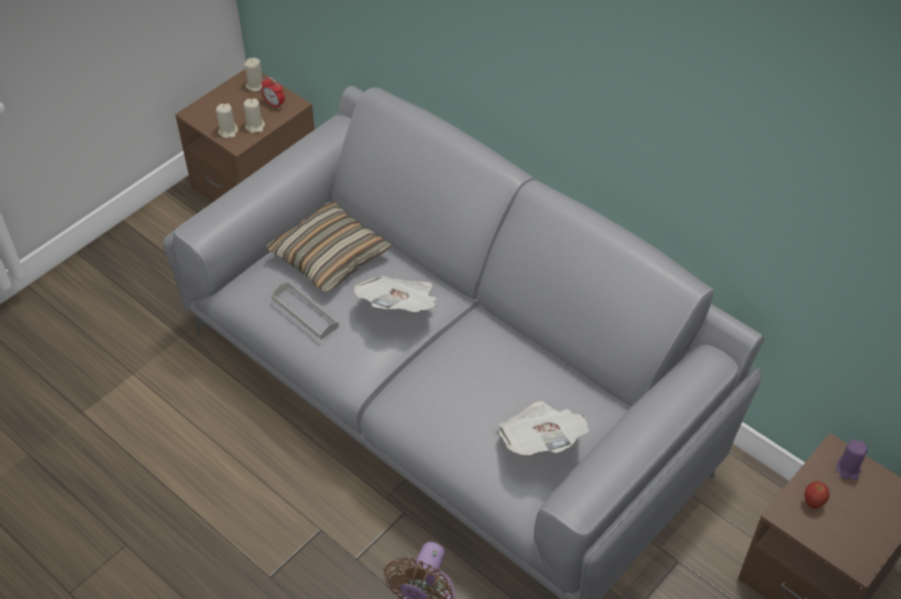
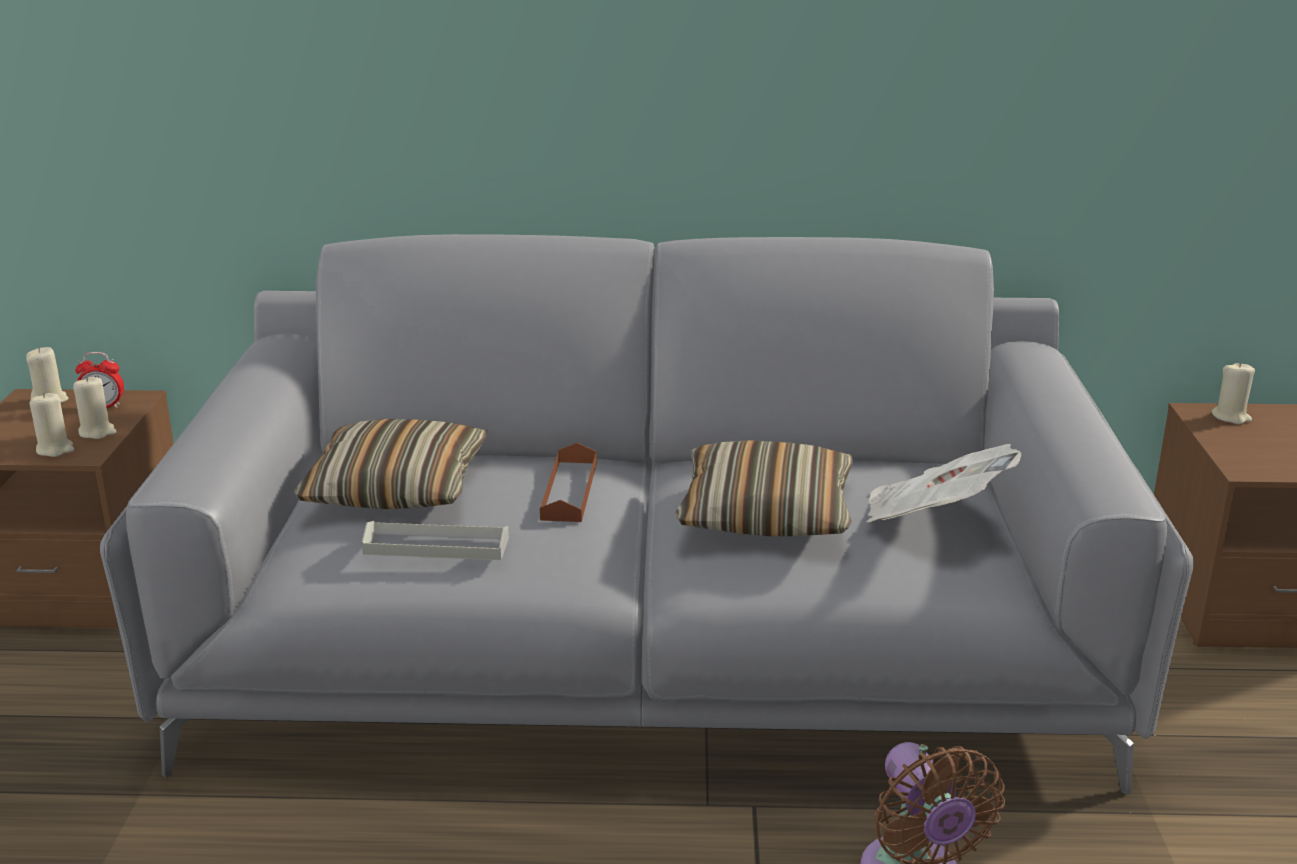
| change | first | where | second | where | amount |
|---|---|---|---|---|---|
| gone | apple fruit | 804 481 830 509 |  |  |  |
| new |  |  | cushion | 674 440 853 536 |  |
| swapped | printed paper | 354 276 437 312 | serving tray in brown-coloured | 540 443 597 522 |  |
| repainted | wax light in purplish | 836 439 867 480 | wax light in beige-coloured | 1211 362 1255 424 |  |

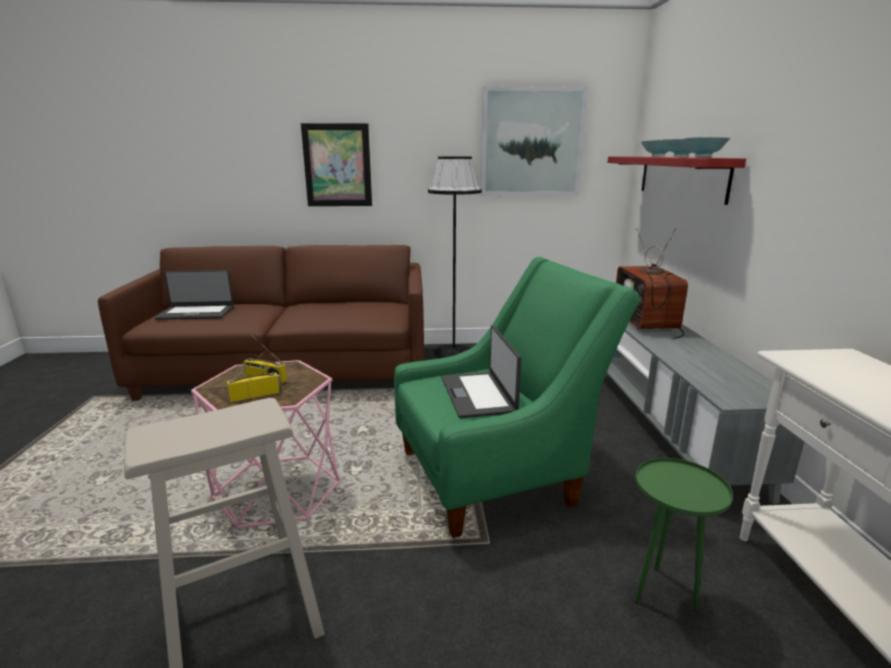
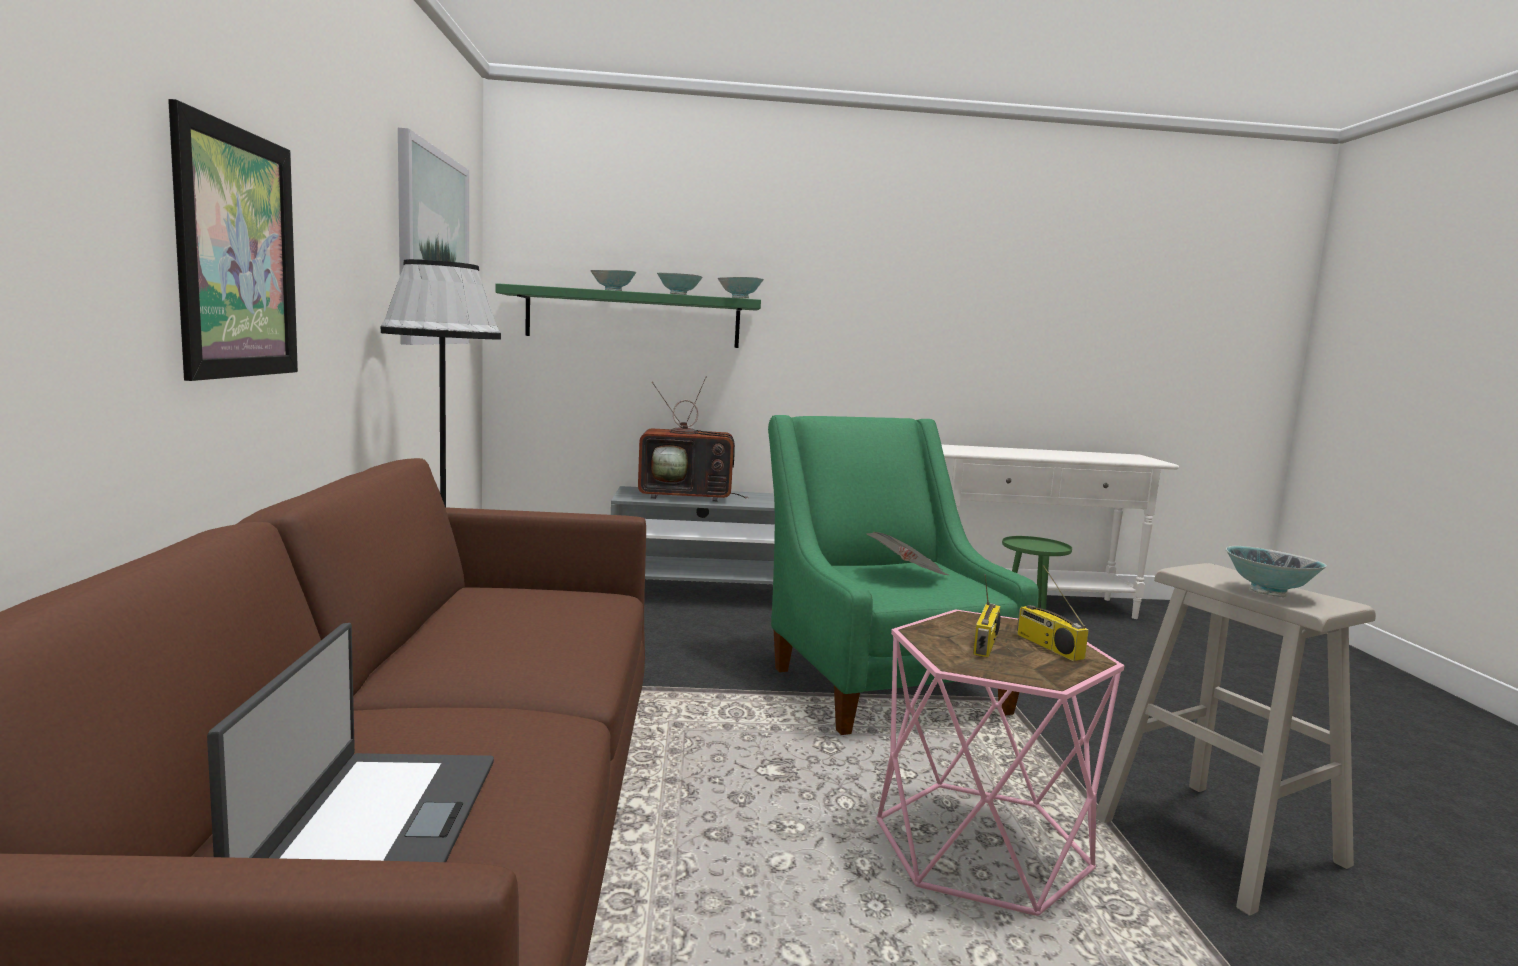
| change | first | where | second | where | amount |
|---|---|---|---|---|---|
| new |  |  | bowl | 1226 546 1327 597 |  |
| swapped | laptop | 441 325 522 419 | printed paper | 867 532 948 575 |  |
| repainted | wall shelf in red | 607 157 746 205 | wall shelf in green | 496 283 761 348 |  |

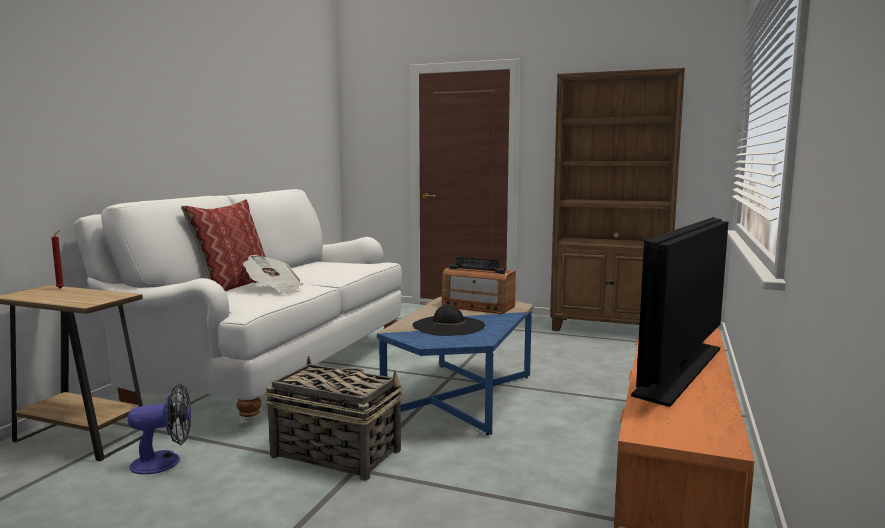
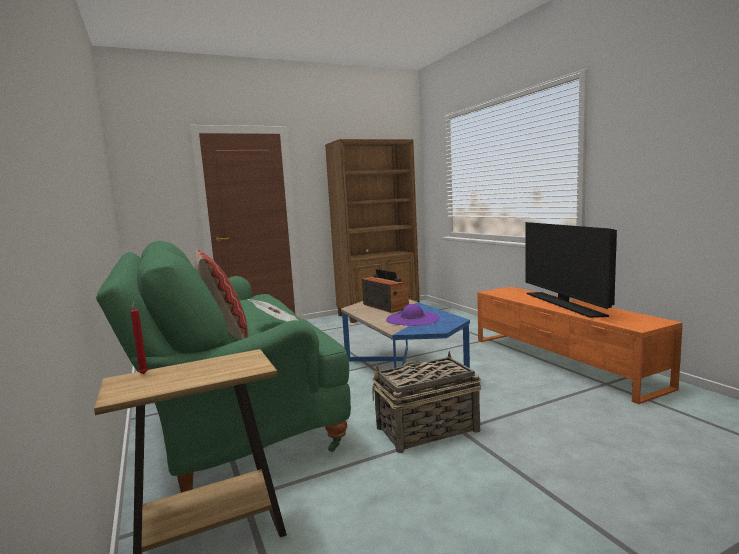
| change | first | where | second | where | amount |
|---|---|---|---|---|---|
| gone | cooling fan | 127 383 191 474 |  |  |  |
| repainted | couch in white-coloured | 73 189 402 430 | couch in green | 96 241 351 493 |  |
| repainted | clothing hat in black | 412 305 485 336 | clothing hat in purplish | 386 304 439 326 |  |
| rotated | radio | 442 257 516 314 |  | 362 269 409 313 | 105 degrees counterclockwise |

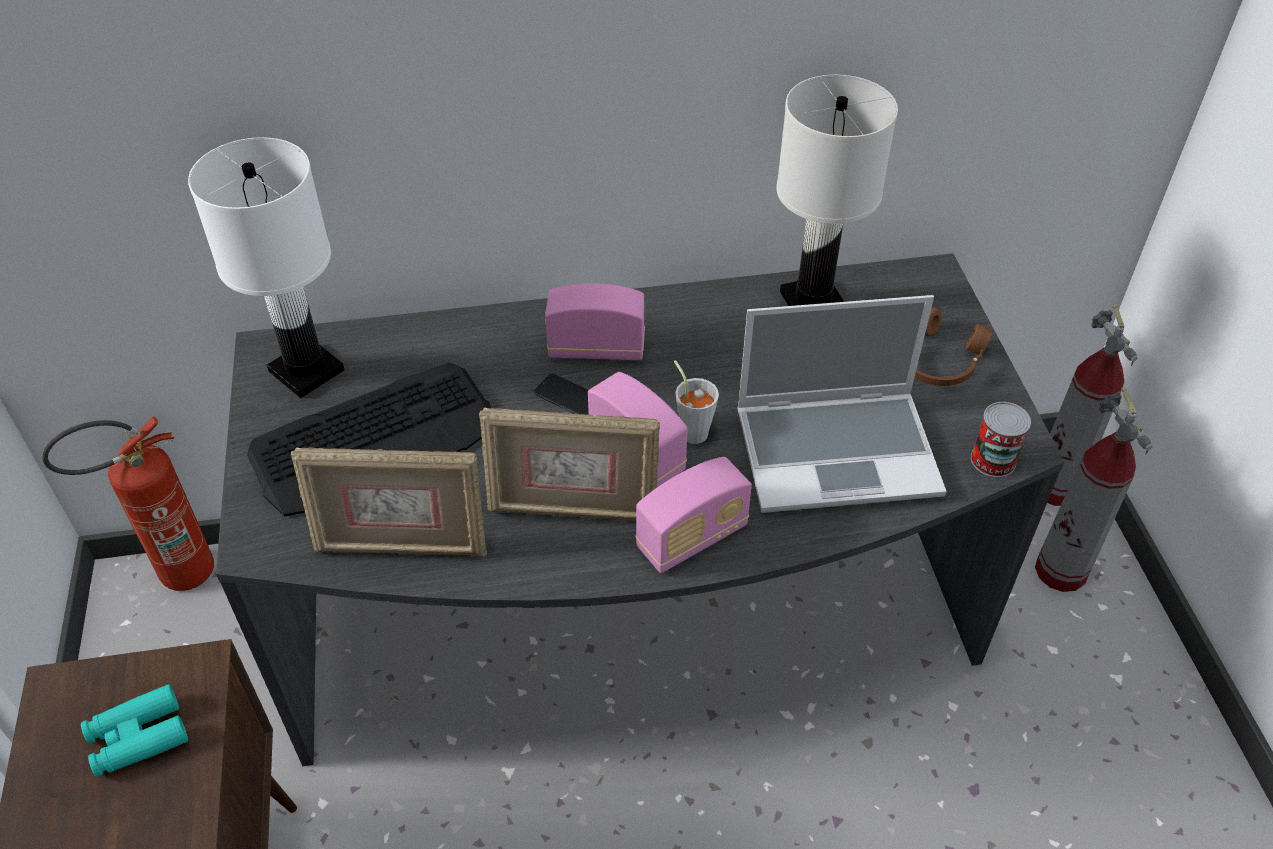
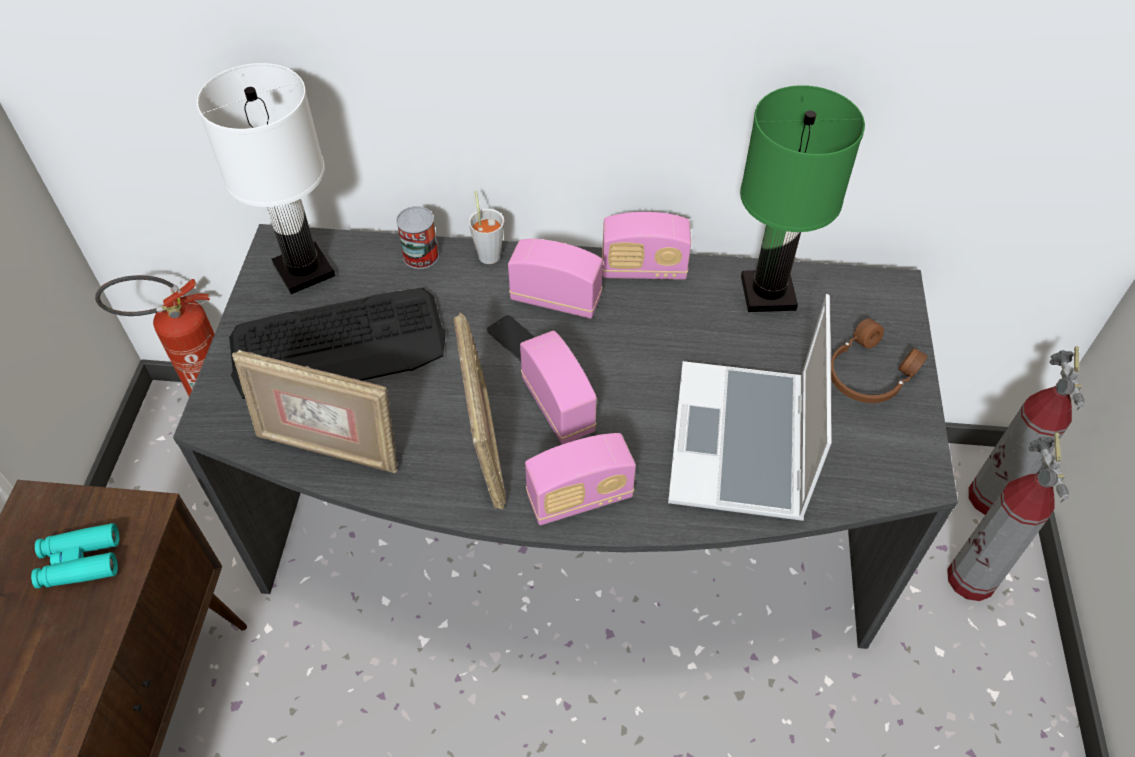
| change | first | where | second | where | amount |
|---|---|---|---|---|---|
| new |  |  | radio | 602 212 691 280 |  |
| shifted | drinking cup in gray | 674 360 719 444 |  | 469 191 504 264 |  |
| shifted | sealed can | 971 402 1031 477 |  | 396 206 439 269 |  |
| repainted | table lamp in white-coloured | 776 75 898 306 | table lamp in green | 740 85 865 312 |  |
| rotated | standing frame | 479 407 660 521 |  | 454 312 506 510 | 120 degrees counterclockwise |
| rotated | laptop | 737 295 947 513 |  | 668 294 832 521 | 90 degrees clockwise |

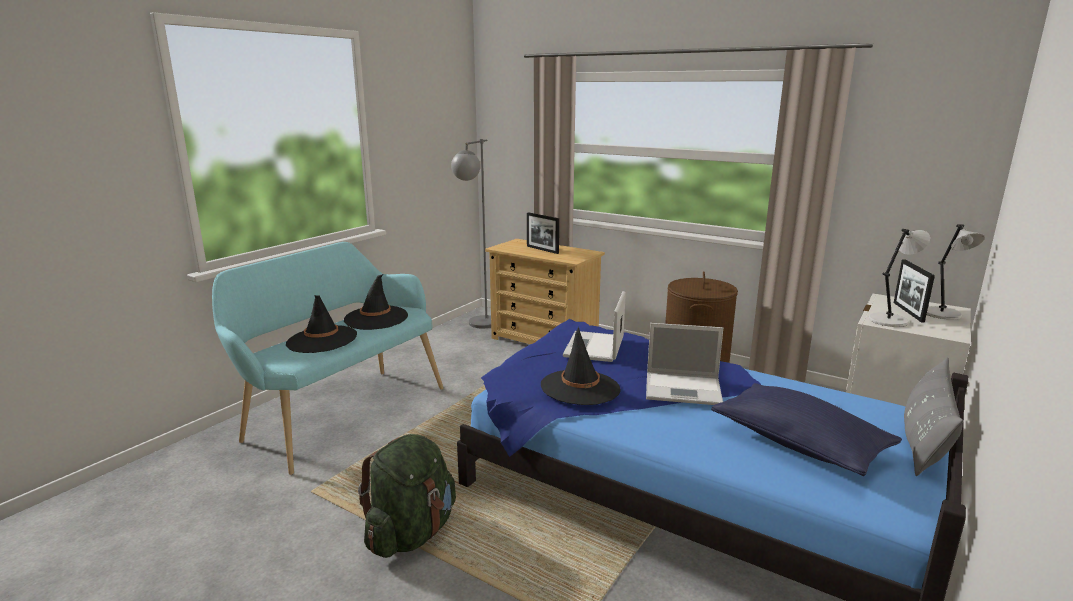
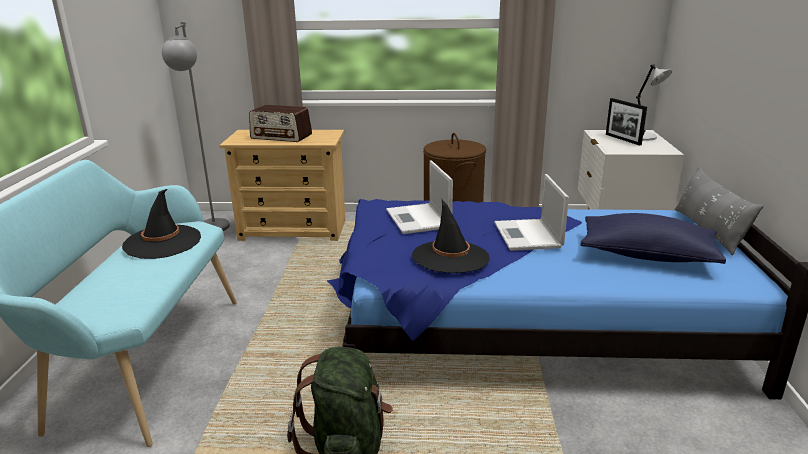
| change | first | where | second | where | amount |
|---|---|---|---|---|---|
| gone | clothing hat in black | 286 295 357 353 |  |  |  |
| gone | table lamp in gray | 869 229 930 327 |  |  |  |
| swapped | standing frame | 527 212 559 254 | radio | 249 105 312 142 |  |
| rotated | laptop | 646 323 723 405 |  | 494 174 569 251 | 105 degrees clockwise |

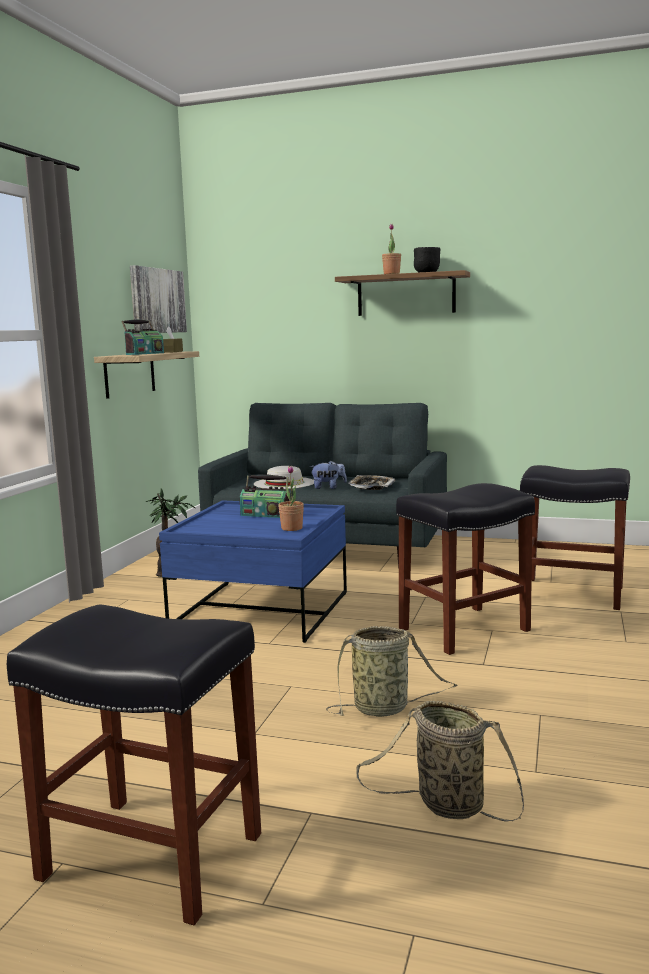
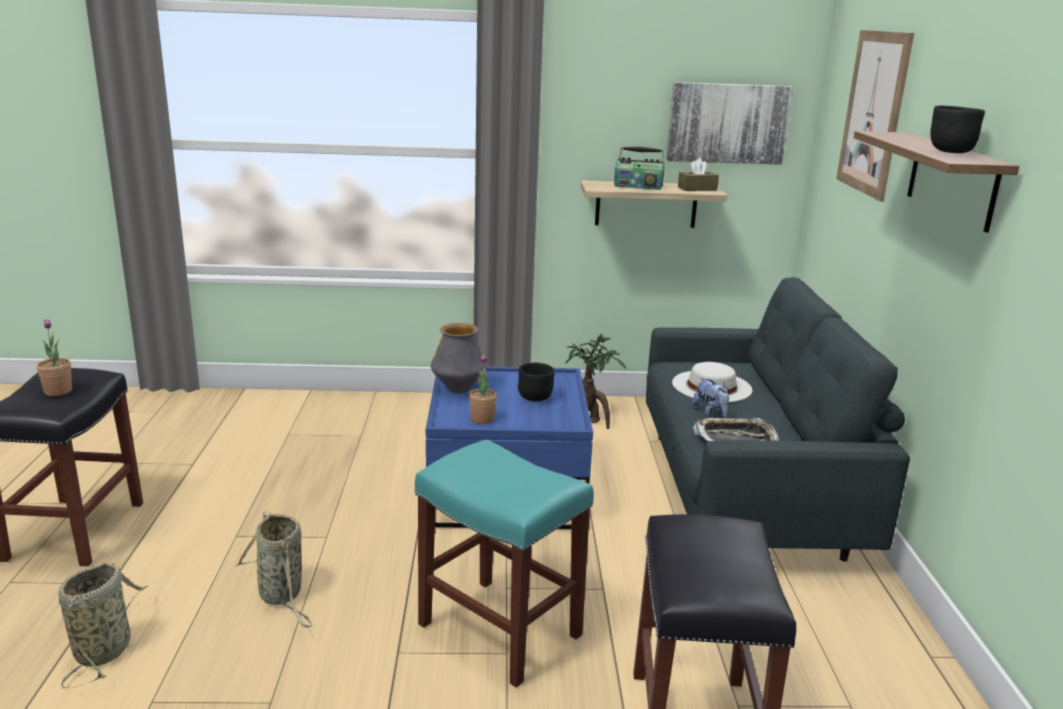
| change | first | where | second | where | amount |
|---|---|---|---|---|---|
| new |  |  | vase | 431 323 486 394 |  |
| new |  |  | picture | 836 30 914 201 |  |
| shifted | houseplant | 382 224 401 274 |  | 36 319 72 396 |  |
| swapped | radio | 239 475 289 518 | bowl in black | 518 362 555 401 |  |
| repainted | stool in black | 396 483 535 655 | stool in blue-green | 415 439 594 688 |  |

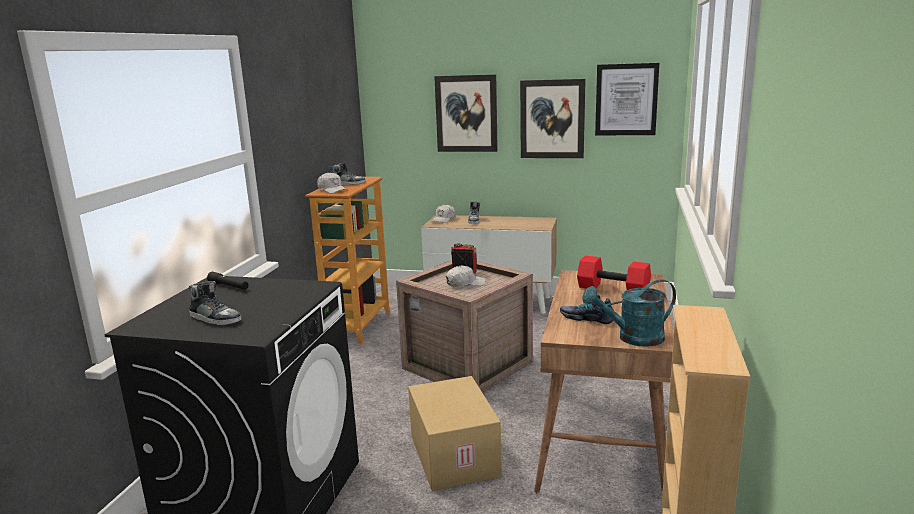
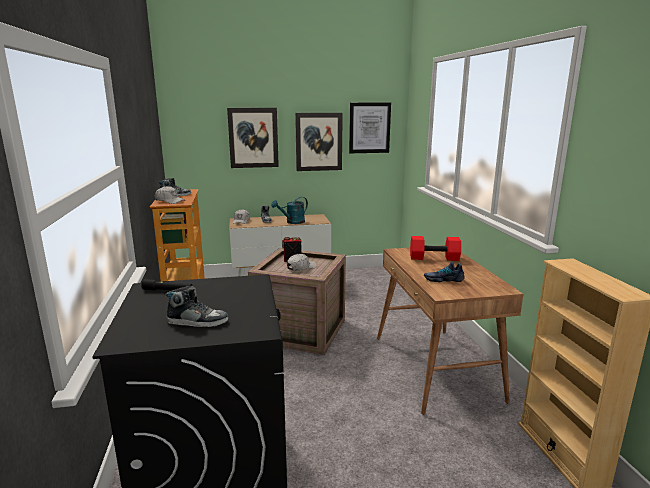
| change | first | where | second | where | amount |
|---|---|---|---|---|---|
| gone | carton | 408 376 502 491 |  |  |  |
| shifted | sprinkling can in blue-green | 582 279 676 347 |  | 271 197 308 224 |  |

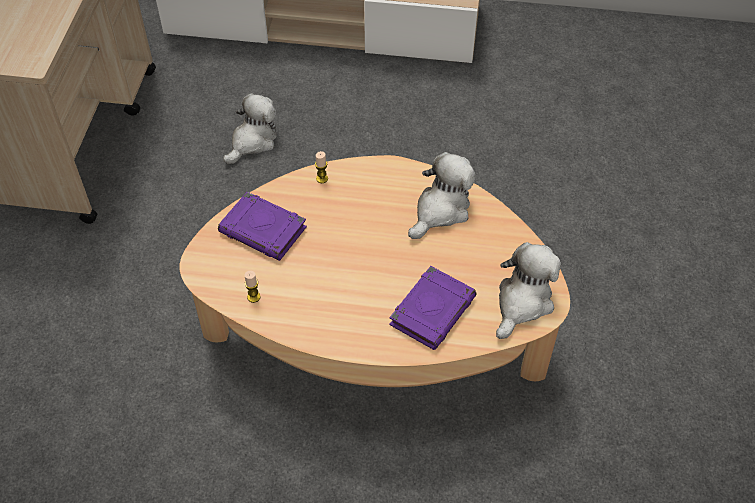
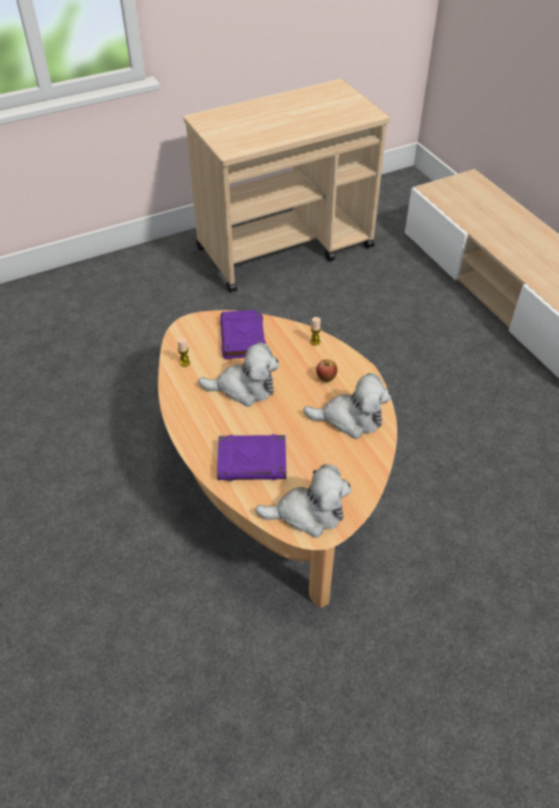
| change | first | where | second | where | amount |
|---|---|---|---|---|---|
| new |  |  | apple fruit | 316 359 337 382 |  |
| shifted | cuddly toy | 223 93 277 164 |  | 198 343 279 406 |  |

